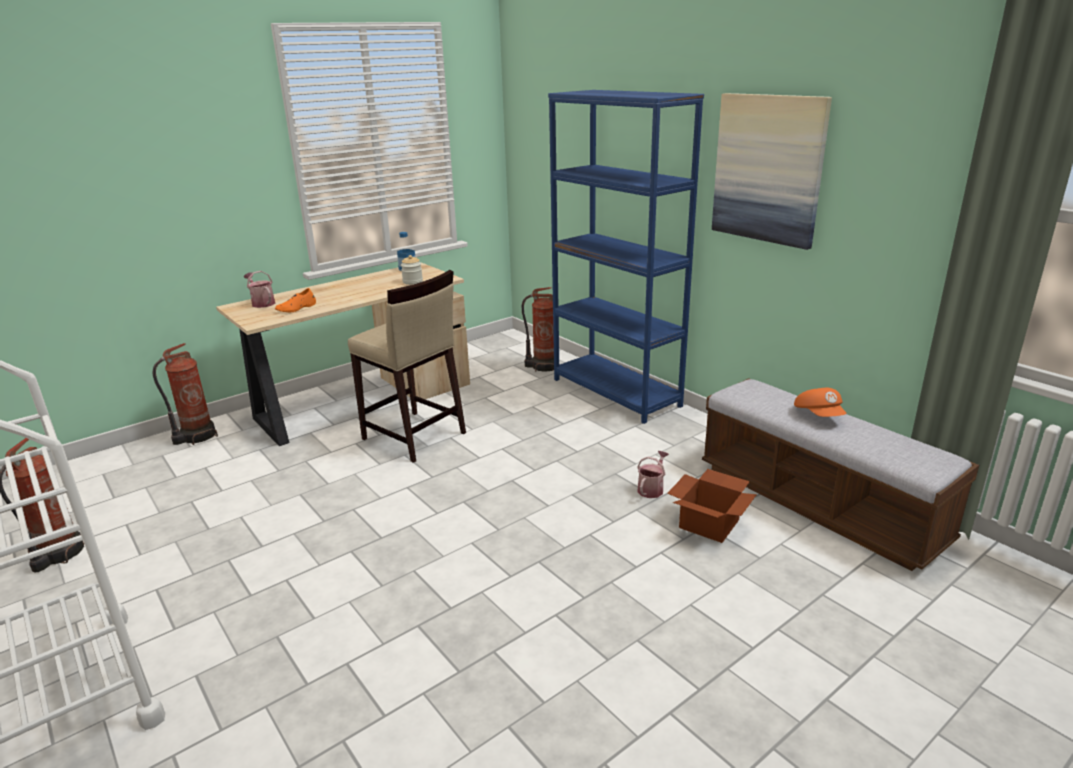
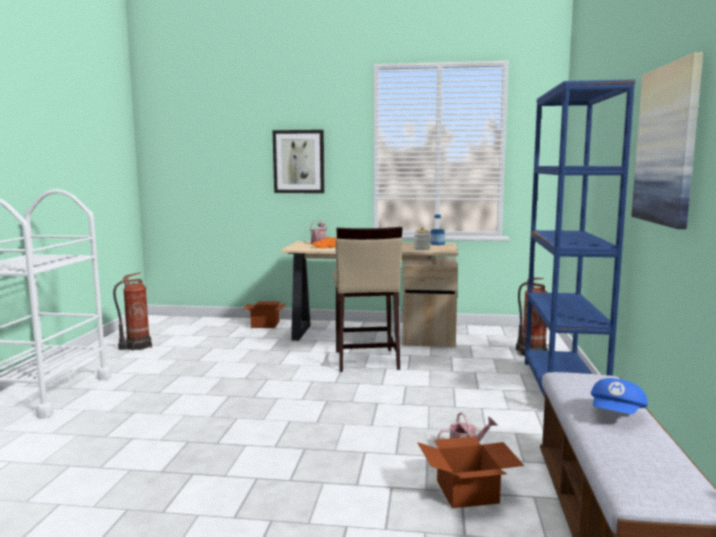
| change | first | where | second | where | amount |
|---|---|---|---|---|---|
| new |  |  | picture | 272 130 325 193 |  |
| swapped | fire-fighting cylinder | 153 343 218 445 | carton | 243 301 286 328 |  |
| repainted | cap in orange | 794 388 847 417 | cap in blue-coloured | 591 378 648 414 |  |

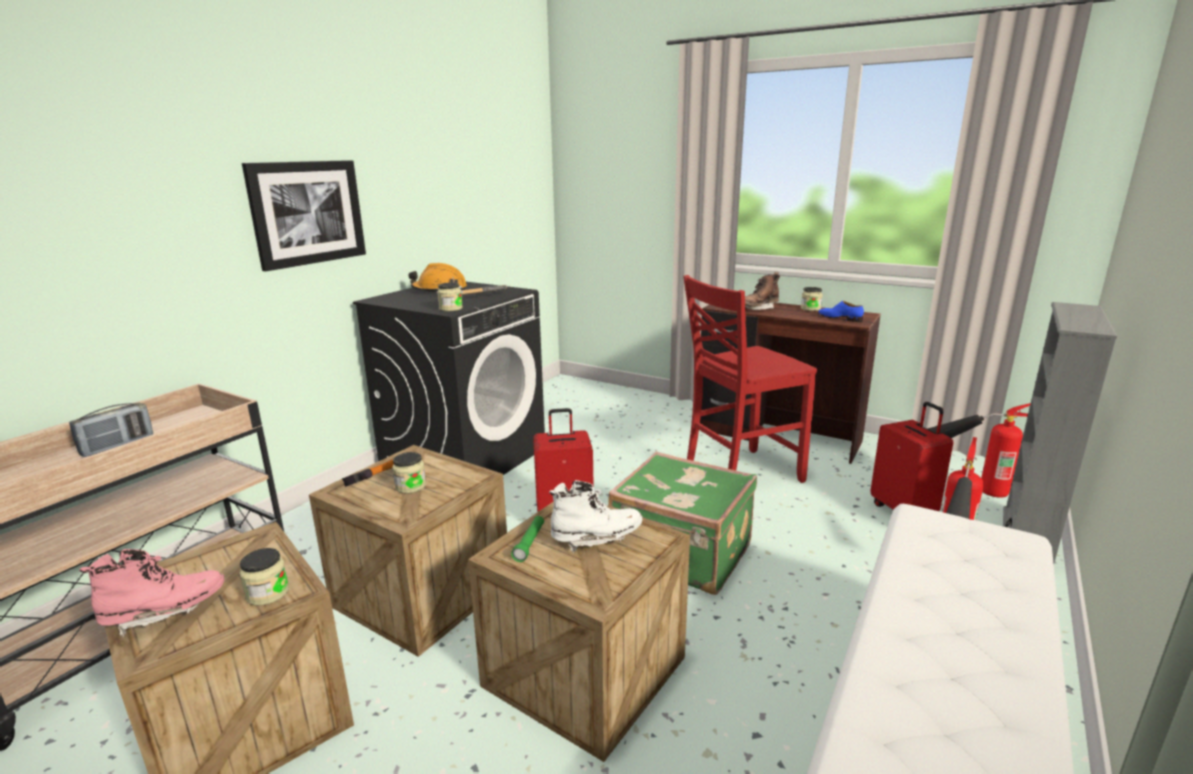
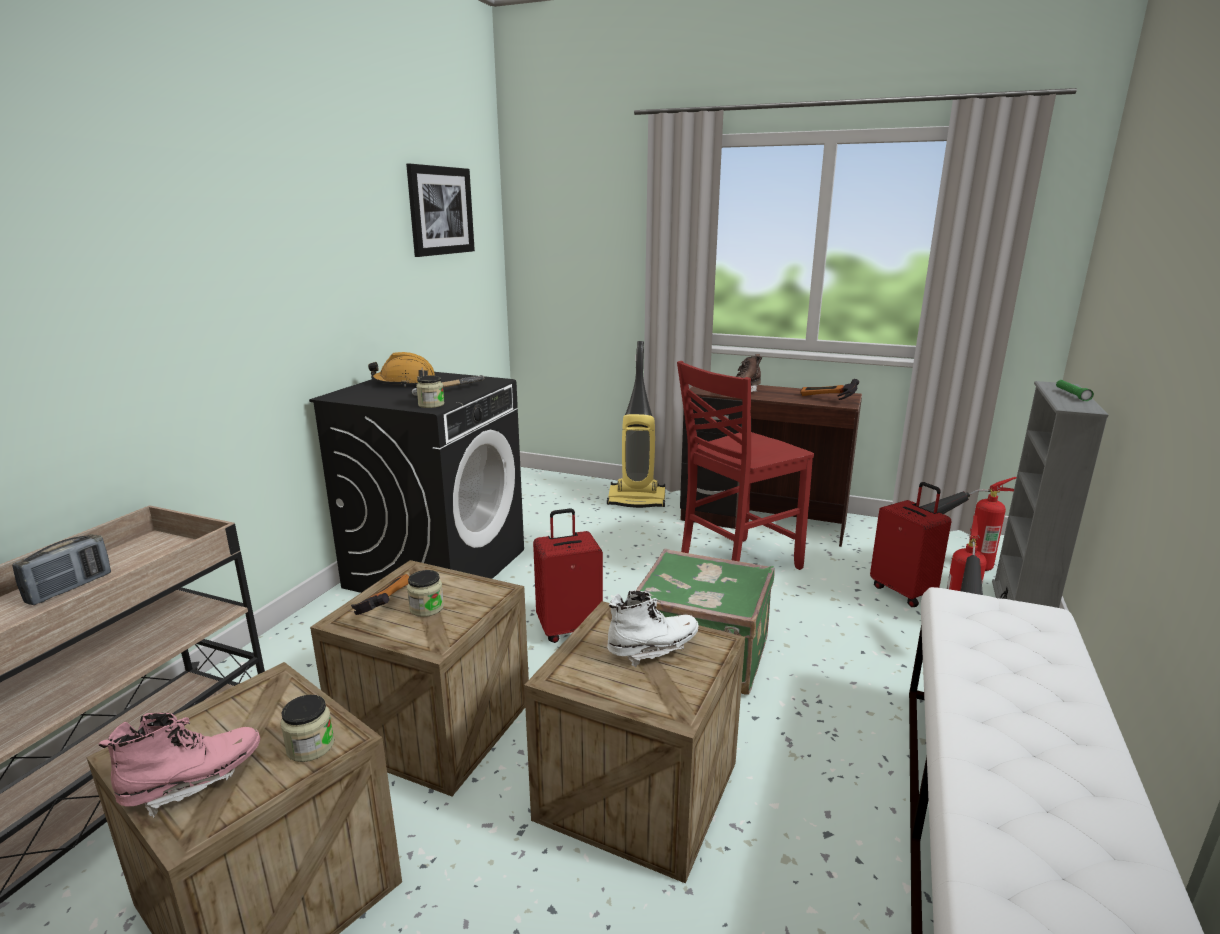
| change | first | where | second | where | amount |
|---|---|---|---|---|---|
| gone | storage jar | 801 287 822 311 |  |  |  |
| new |  |  | hoover | 607 341 665 508 |  |
| shifted | picture | 242 160 366 271 |  | 406 164 475 257 |  |
| shifted | flashlight in green | 511 516 544 562 |  | 1056 380 1094 401 |  |
| swapped | item of footwear in blue-coloured | 818 301 864 322 | tool hammer | 800 379 859 400 |  |

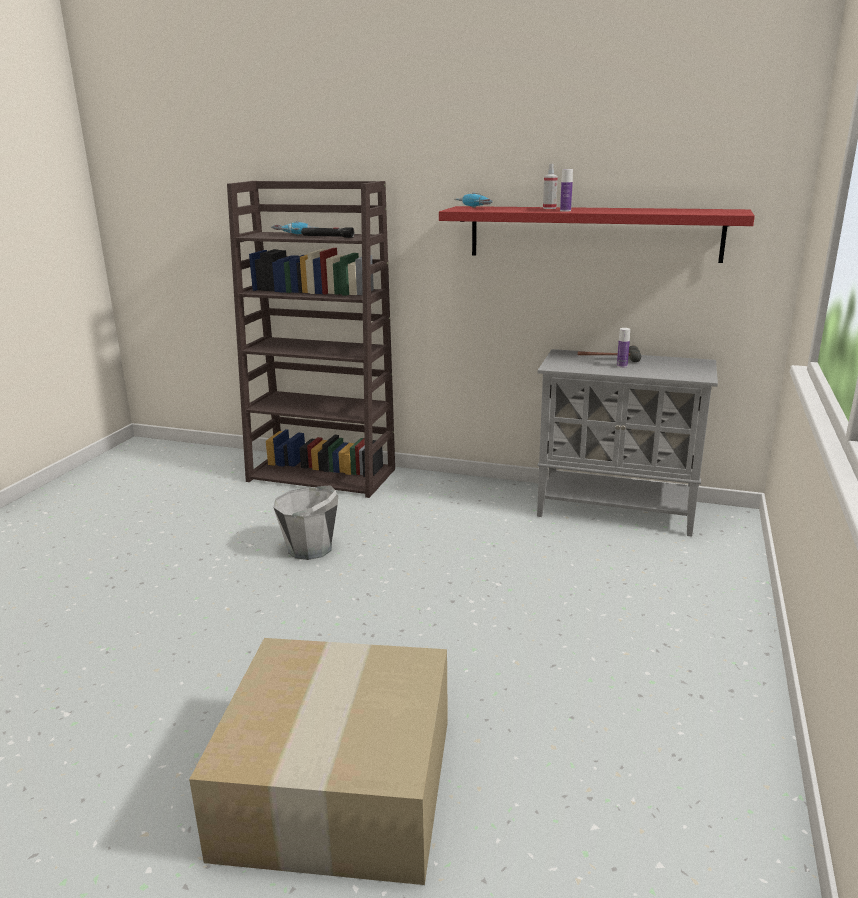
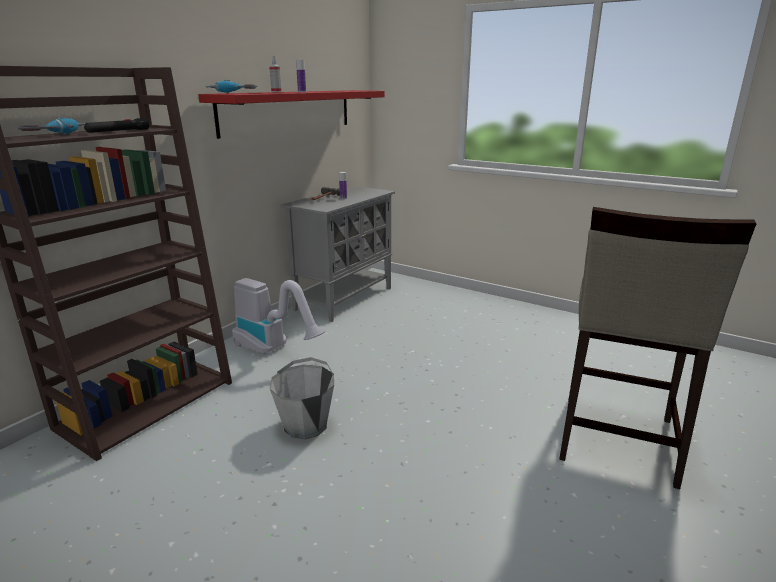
| change | first | where | second | where | amount |
|---|---|---|---|---|---|
| new |  |  | hoover | 232 278 326 355 |  |
| swapped | carton | 189 638 448 885 | stool in beige-coloured | 559 207 756 489 |  |

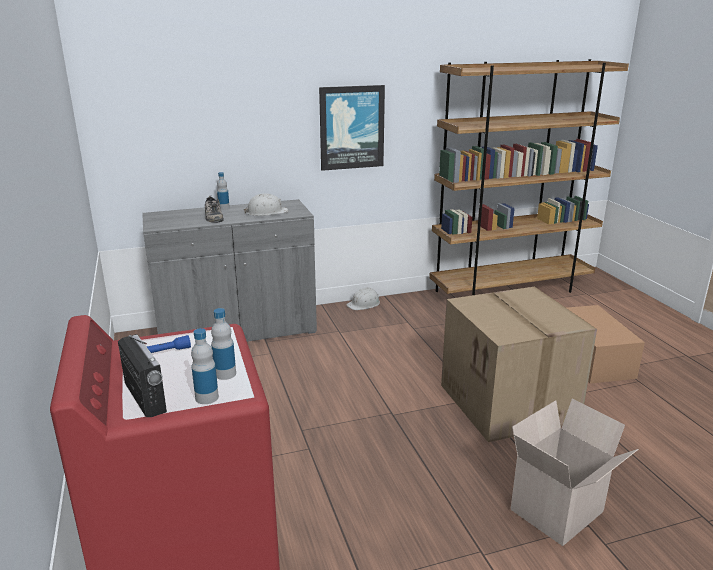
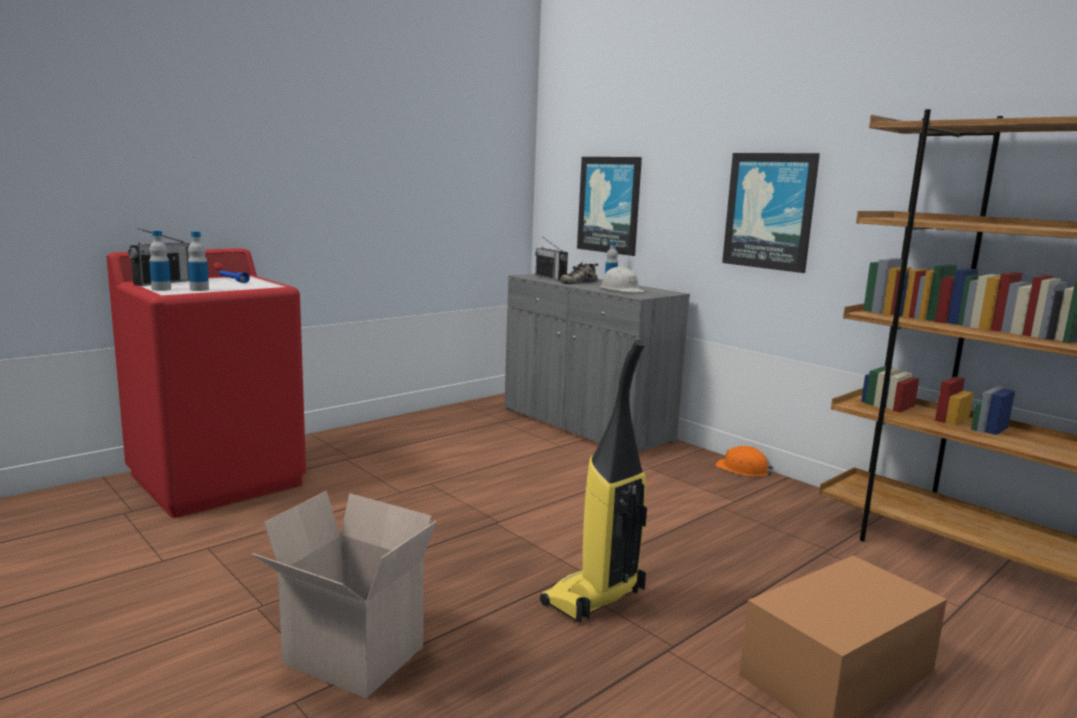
| change | first | where | second | where | amount |
|---|---|---|---|---|---|
| new |  |  | radio | 535 238 568 281 |  |
| new |  |  | picture | 577 157 642 256 |  |
| swapped | carton | 441 287 597 442 | hoover | 540 340 647 623 |  |
| repainted | hard hat in white-coloured | 347 287 380 310 | hard hat in orange | 715 446 773 477 |  |

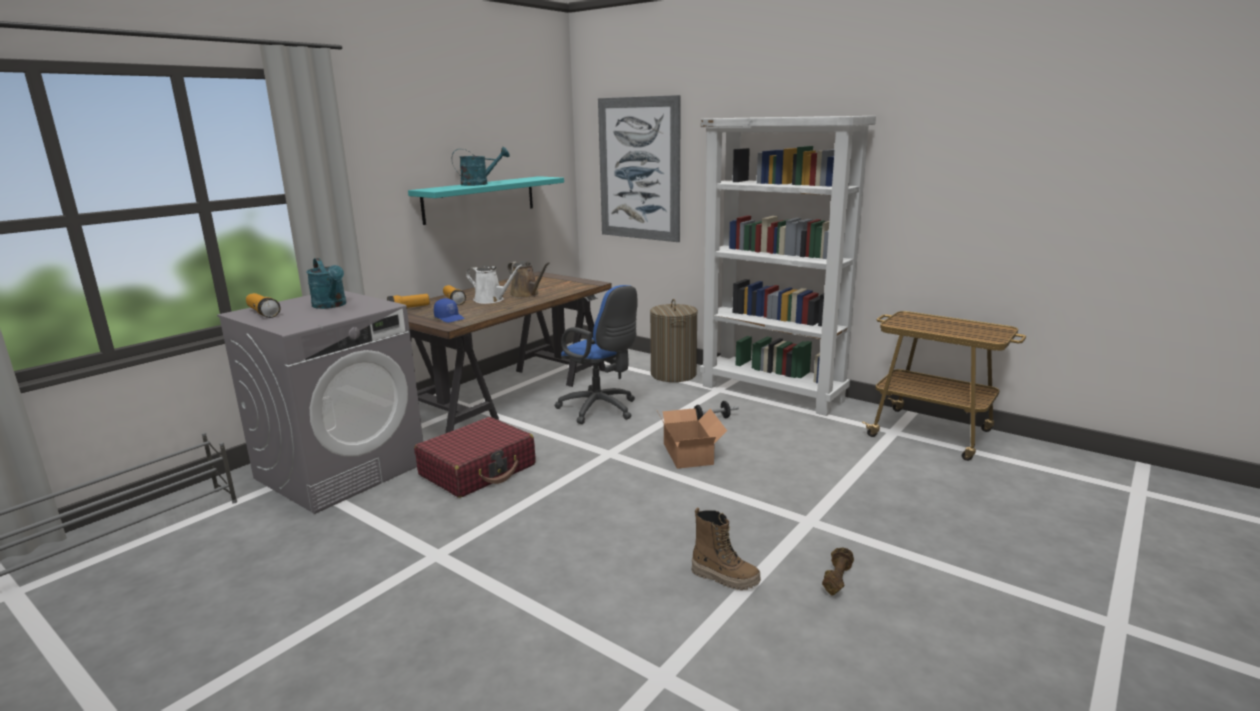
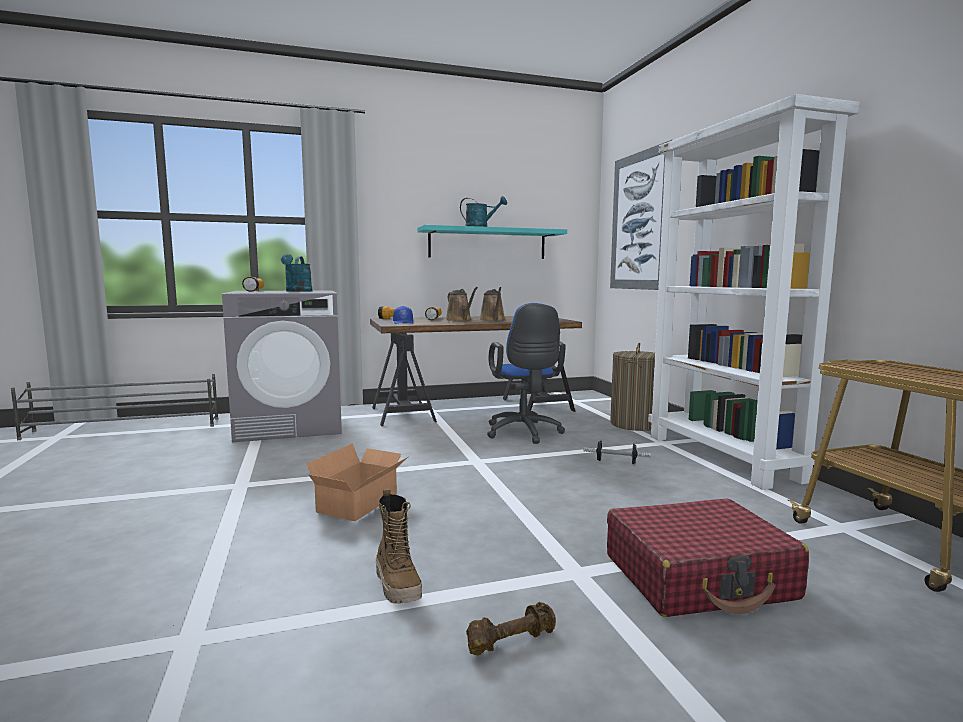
| change | first | where | second | where | amount |
|---|---|---|---|---|---|
| shifted | piece of luggage in red | 414 417 535 498 |  | 607 499 809 617 |  |
| shifted | carton | 657 408 727 469 |  | 306 443 408 521 |  |
| repainted | sprinkling can in white-coloured | 466 265 523 304 | sprinkling can in brown-coloured | 446 287 478 321 |  |

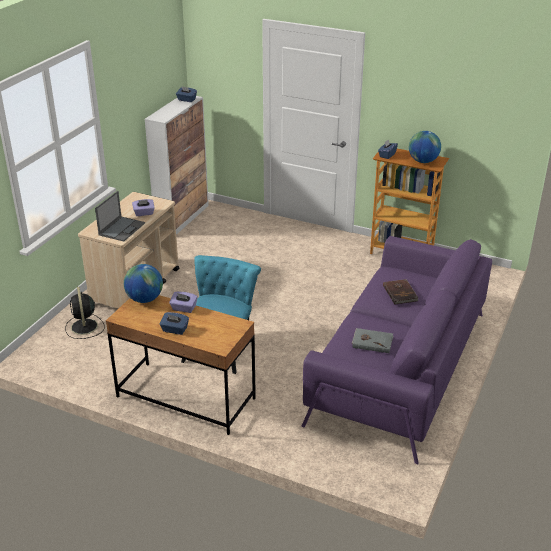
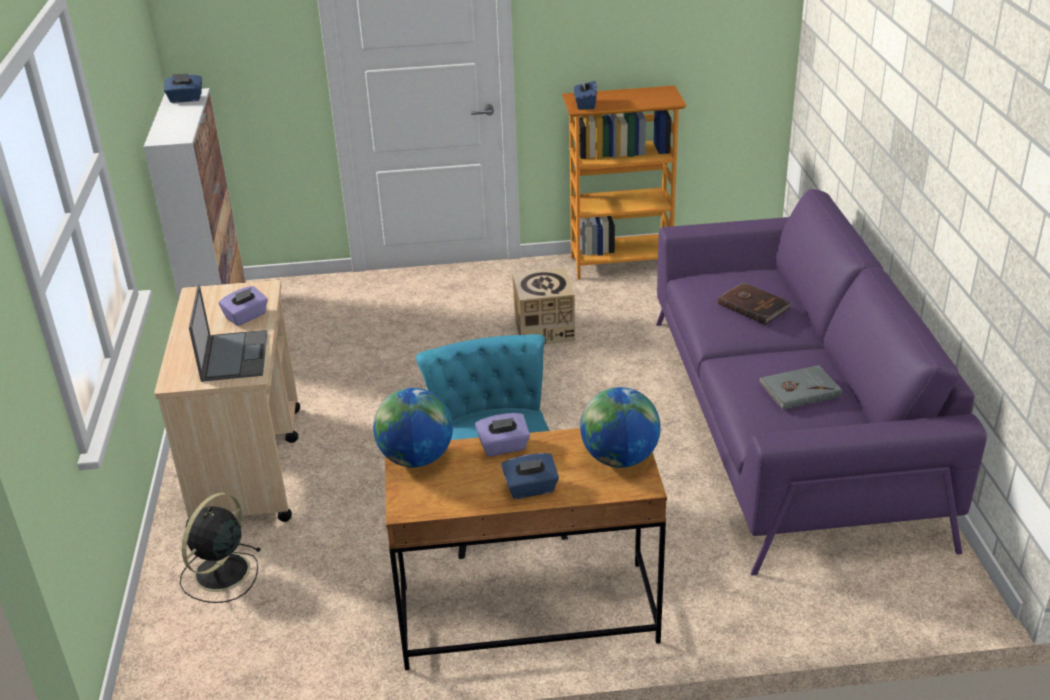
| change | first | where | second | where | amount |
|---|---|---|---|---|---|
| new |  |  | carton | 512 268 575 345 |  |
| shifted | globe | 409 131 441 163 |  | 580 387 661 468 |  |
| rotated | cooling fan in black | 65 287 105 339 |  | 180 493 261 603 | 75 degrees clockwise |

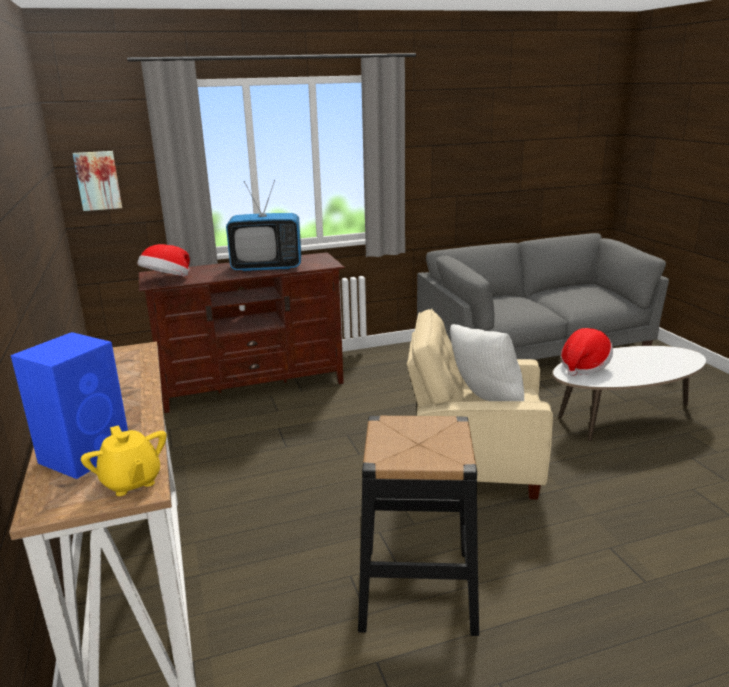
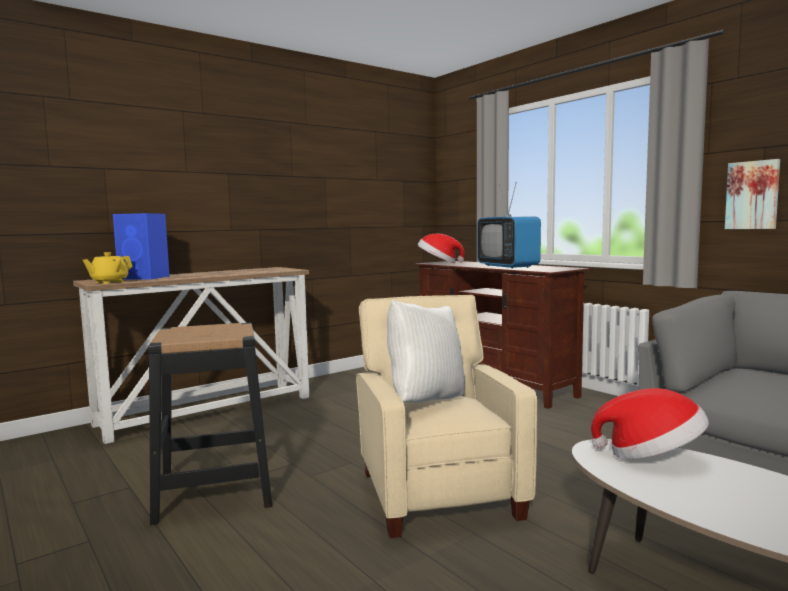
| change | first | where | second | where | amount |
|---|---|---|---|---|---|
| shifted | picture | 72 151 122 211 |  | 725 159 780 229 |  |

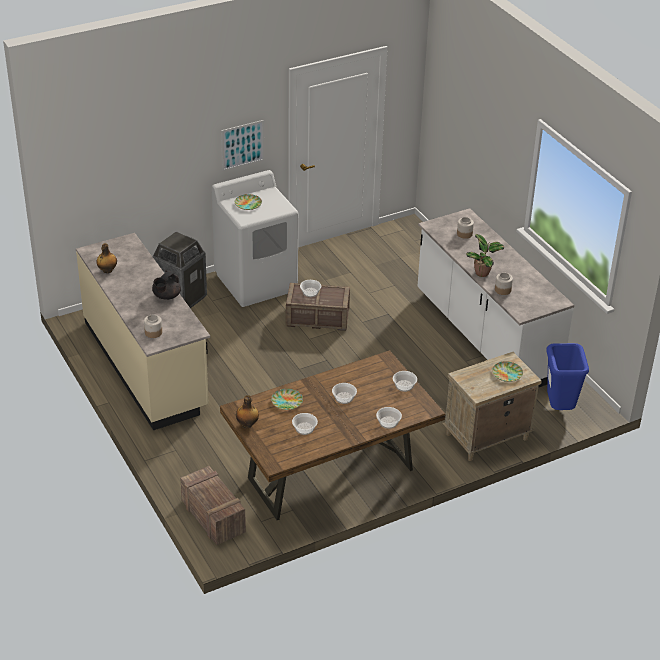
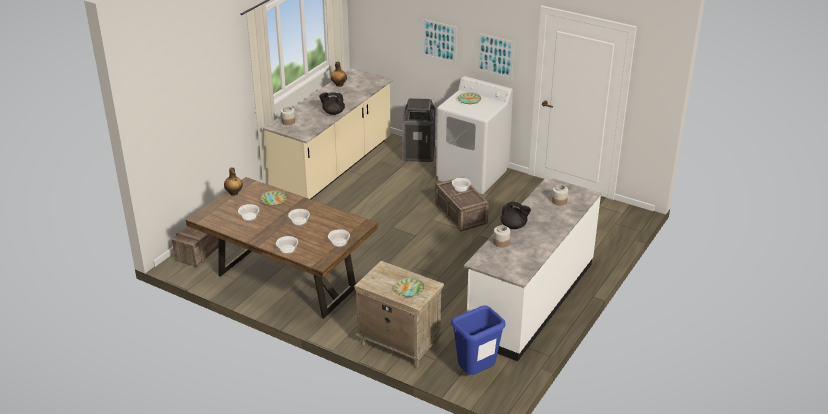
| change | first | where | second | where | amount |
|---|---|---|---|---|---|
| new |  |  | picture | 422 19 457 64 |  |
| swapped | houseplant | 466 234 504 277 | teapot in black | 501 202 531 229 |  |

